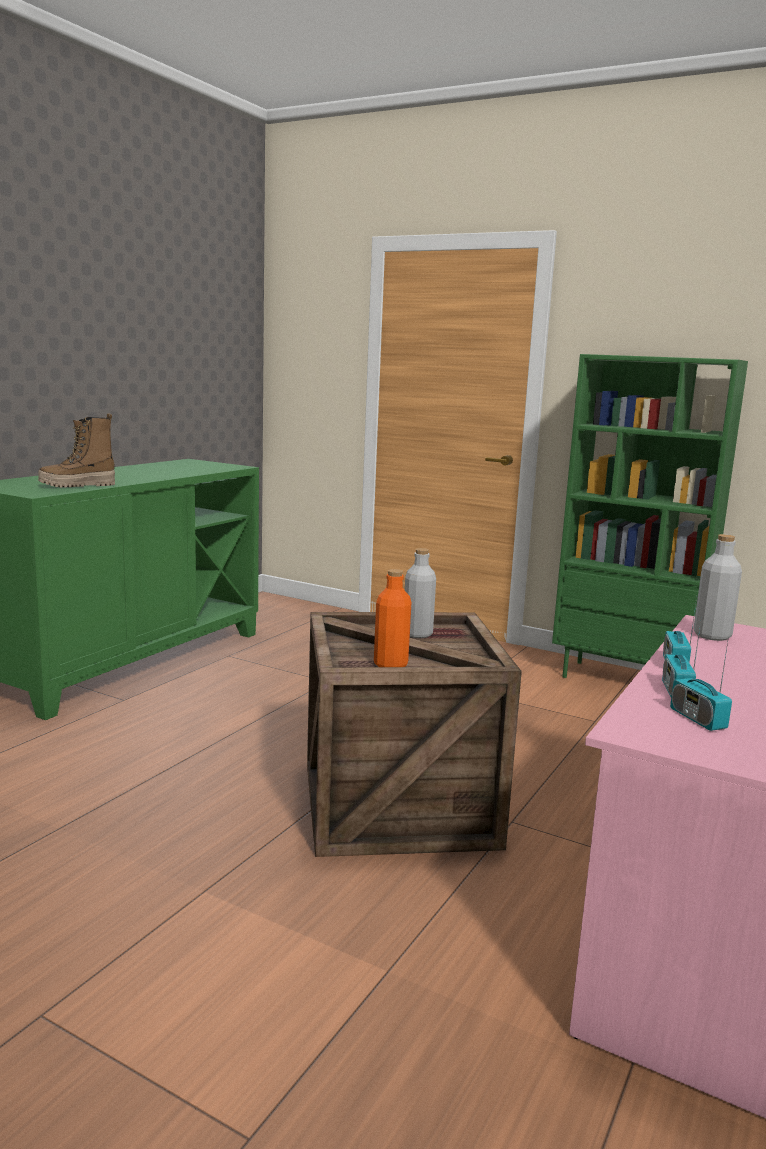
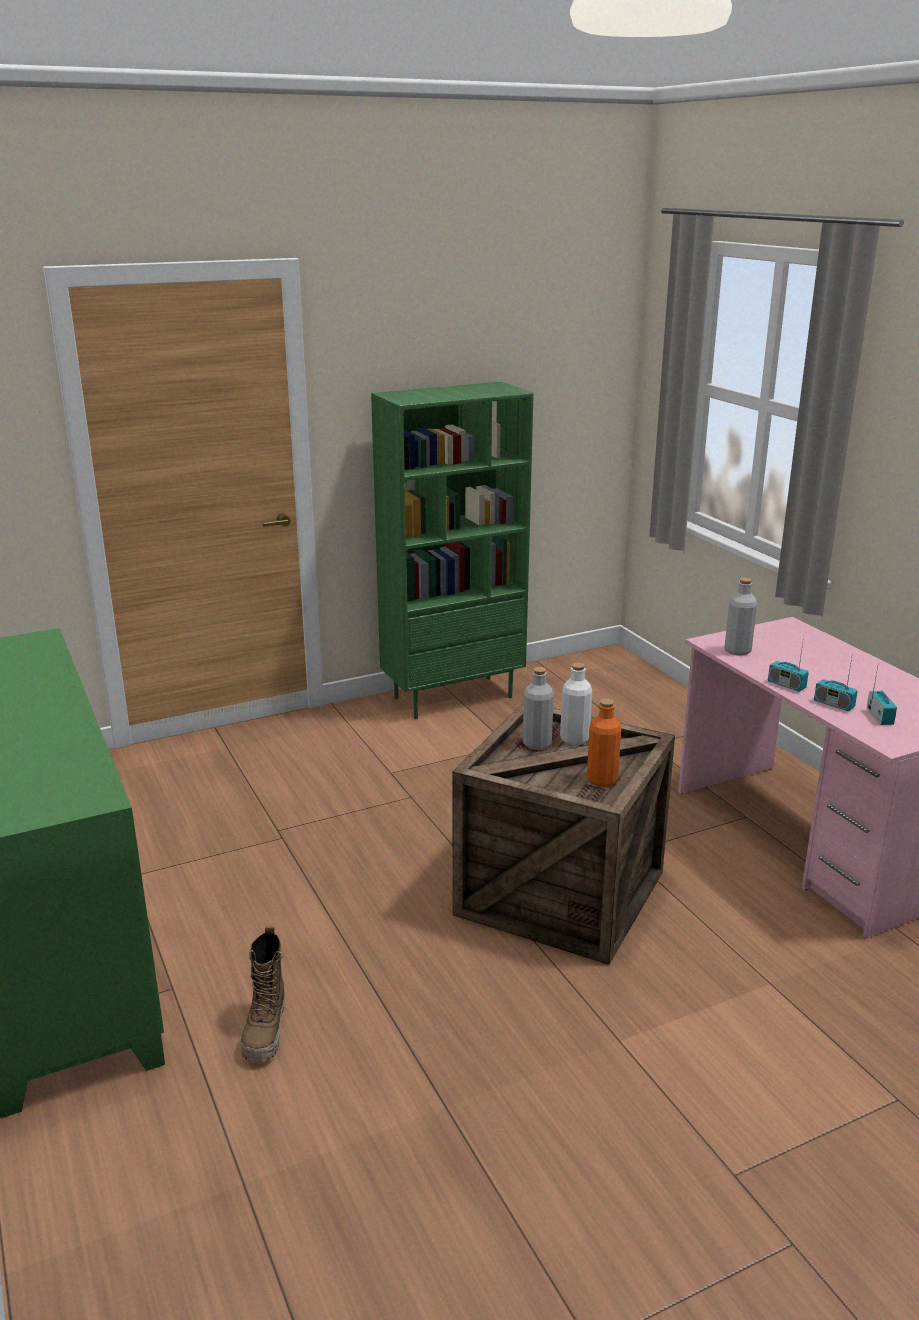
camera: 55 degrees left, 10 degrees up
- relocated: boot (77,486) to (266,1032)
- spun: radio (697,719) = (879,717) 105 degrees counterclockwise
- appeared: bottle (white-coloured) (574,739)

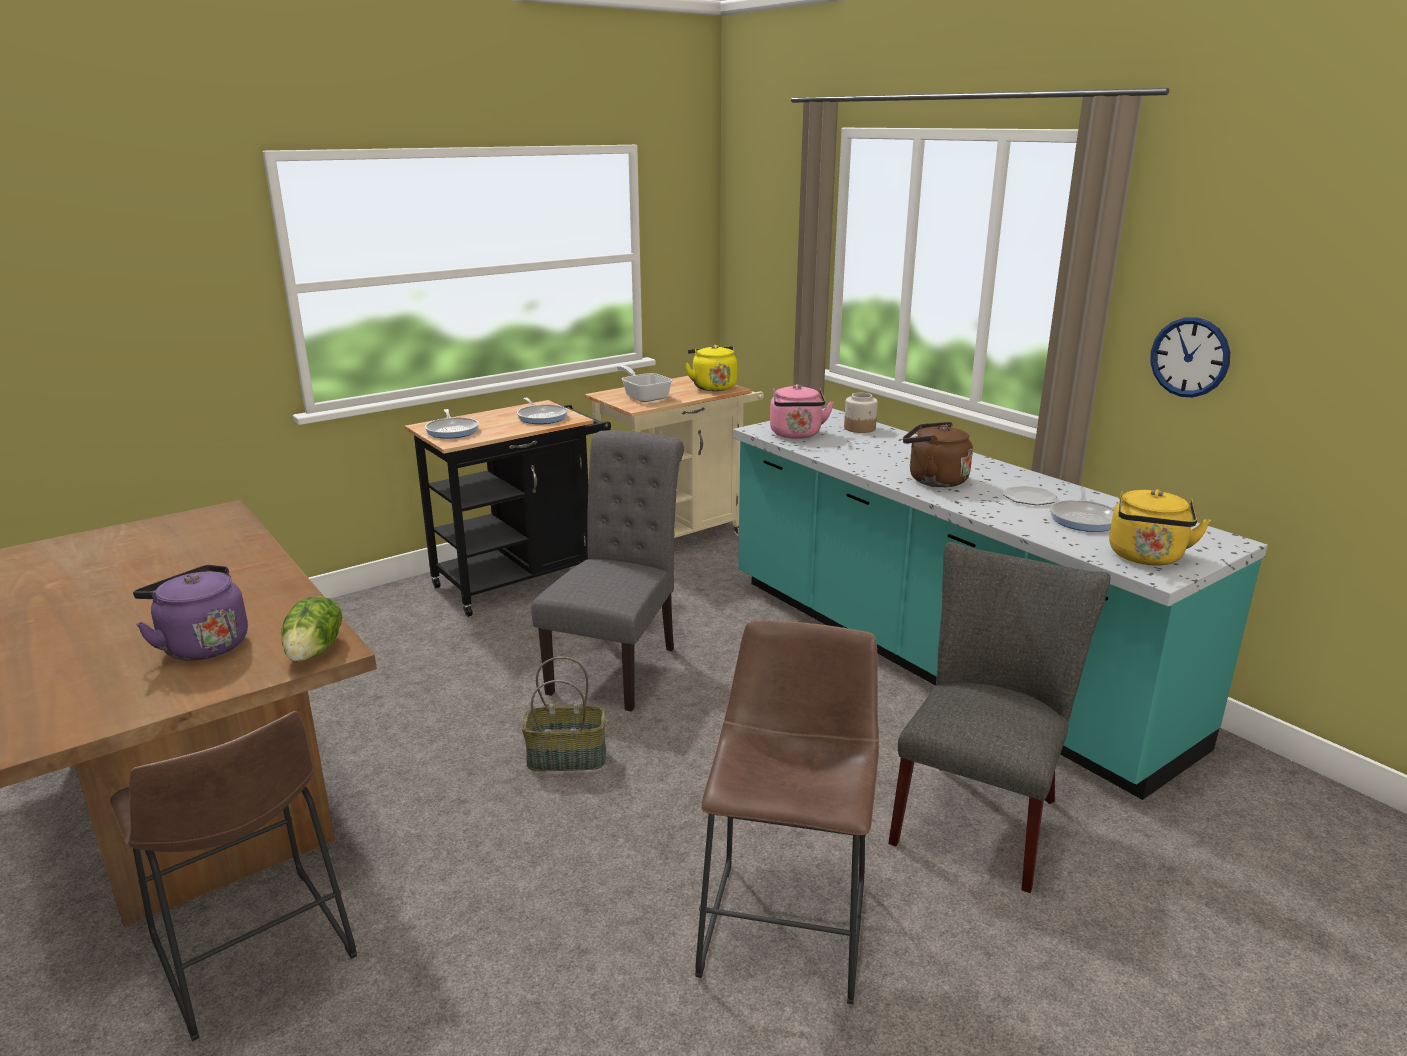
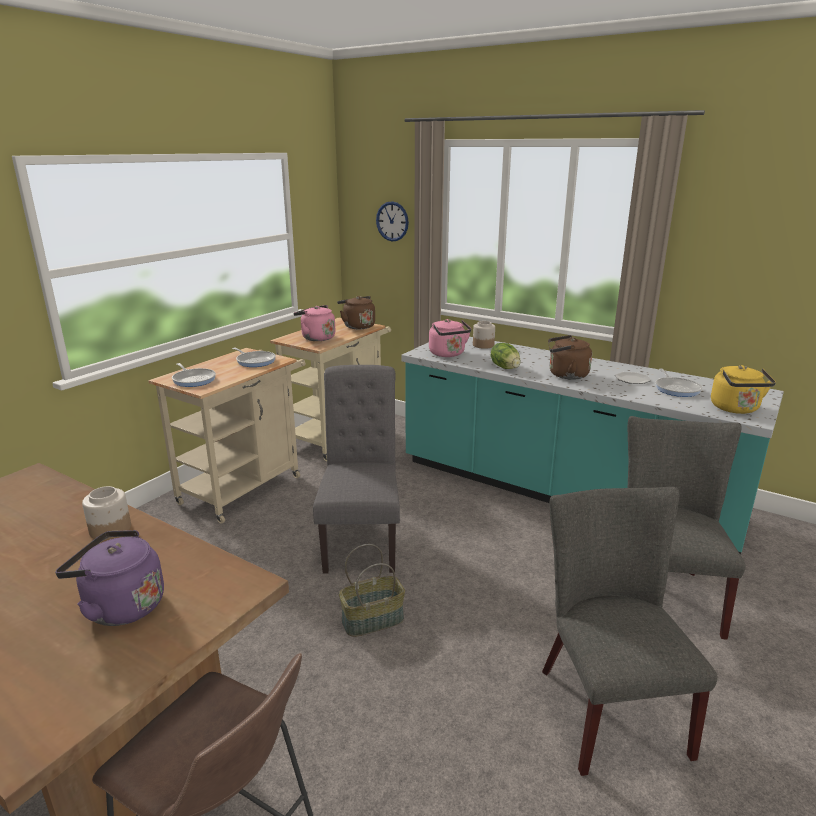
camera: 20 degrees left, 0 degrees up
- relocated: wall clock (1189,357) to (392,221)
- colour: water kettle (yellow) (712,387) to water kettle (brown) (357,326)
- exchanged: pan (644,396) to water kettle (pink-coloured) (316,338)
- colour: cart (black) (523,579) to cart (beige) (246,486)
- relocated: head of lettuce (315,651) to (505,367)
- exchanged: sitting stool (brown) (787,920) to chair (grey) (605,703)
- appeared: preserve jar (110,529)

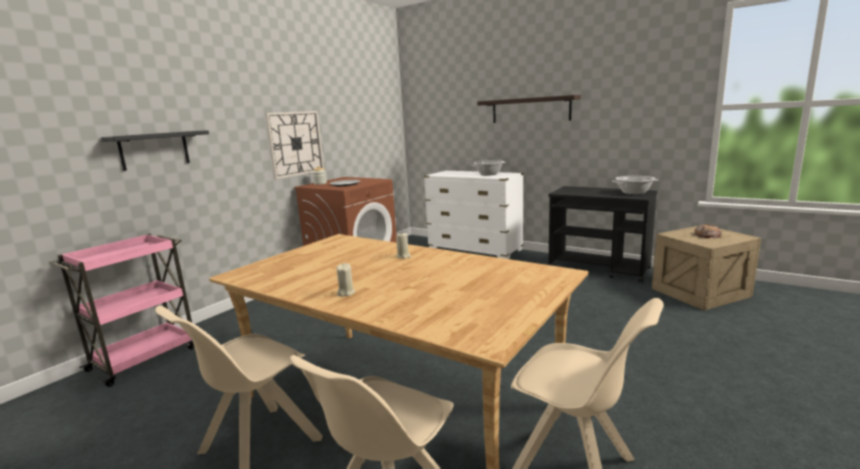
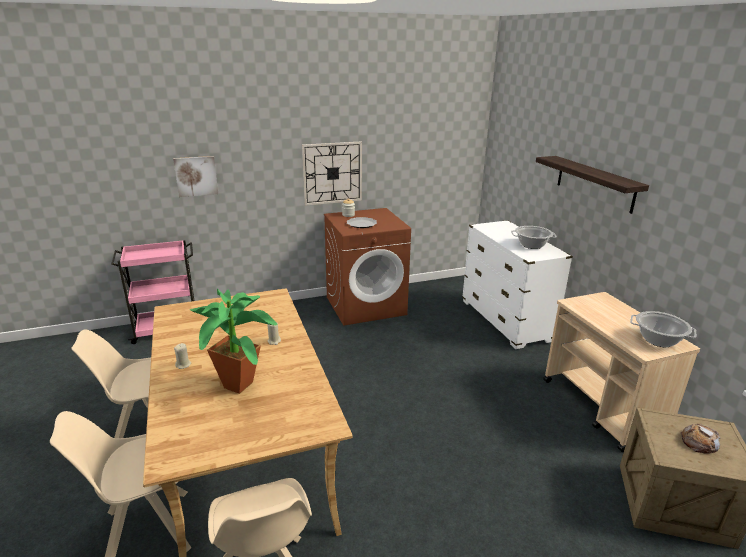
camera: 35 degrees right, 10 degrees up
- exchanged: wall shelf (black) (154,150) to wall picture (196,176)
- colour: cart (black) (599,268) to cart (beige) (602,408)
- appeared: potted plant (241,388)

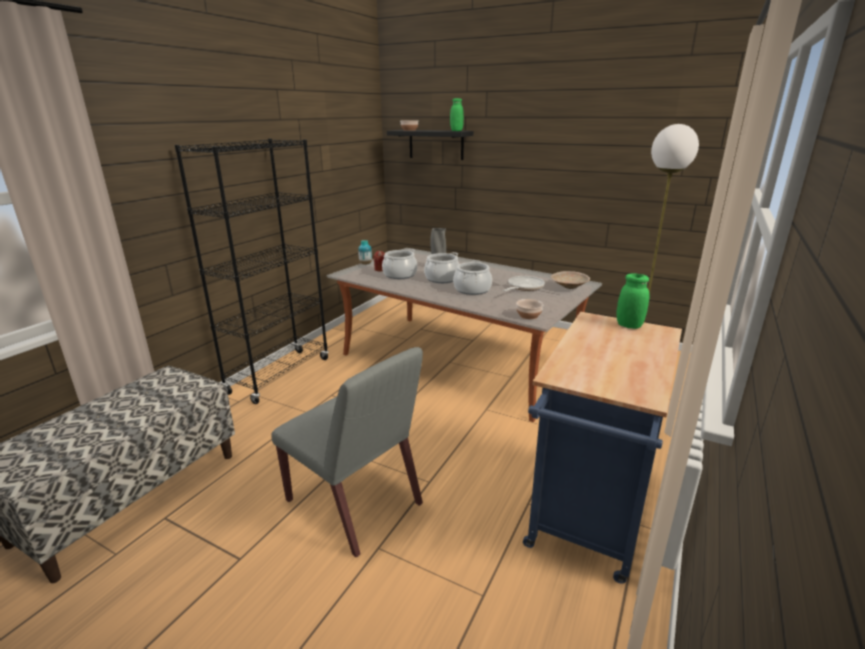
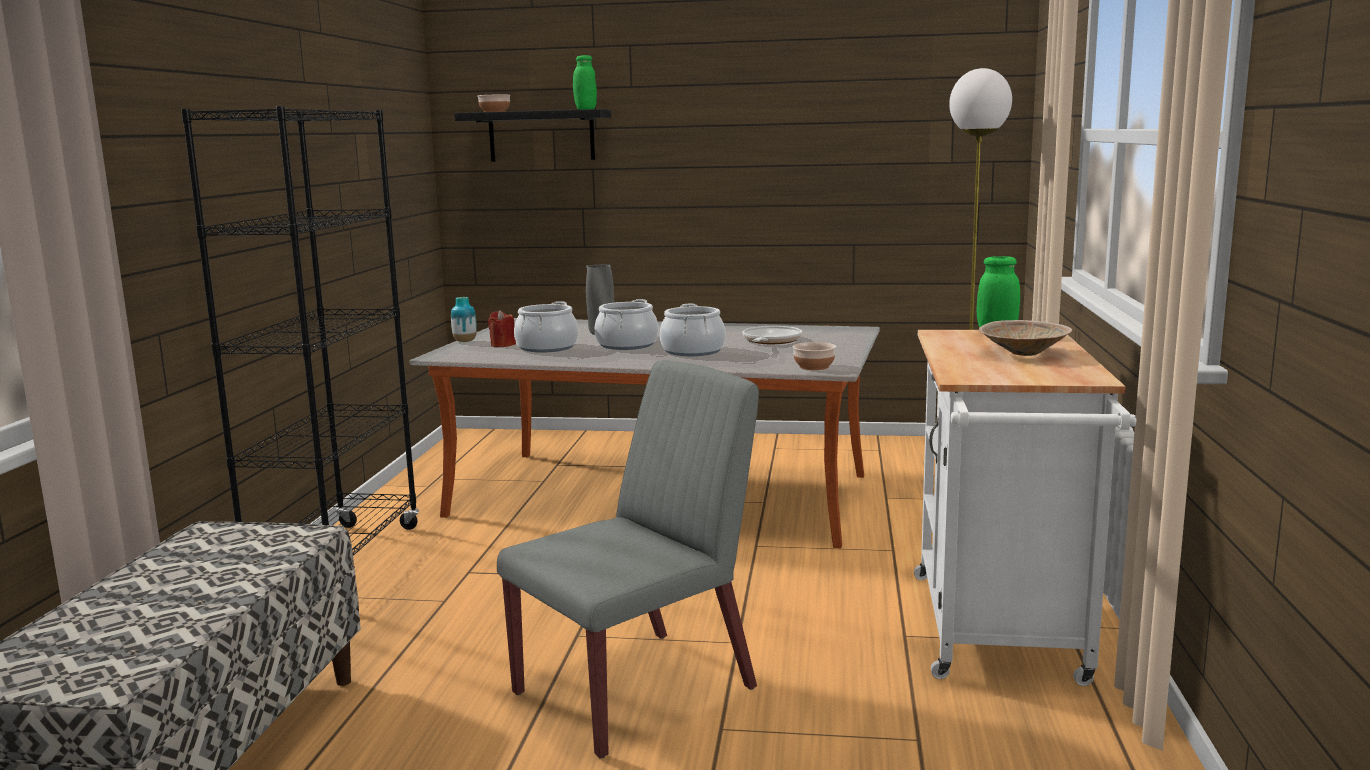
camera: 20 degrees left, 10 degrees down
- relocated: serving bowl (beige) (568,287) to (1022,354)
- colour: cart (bluish) (588,519) to cart (white-coloured) (999,635)
- spun: chair (grey) (355,503) = (637,689) 60 degrees counterclockwise

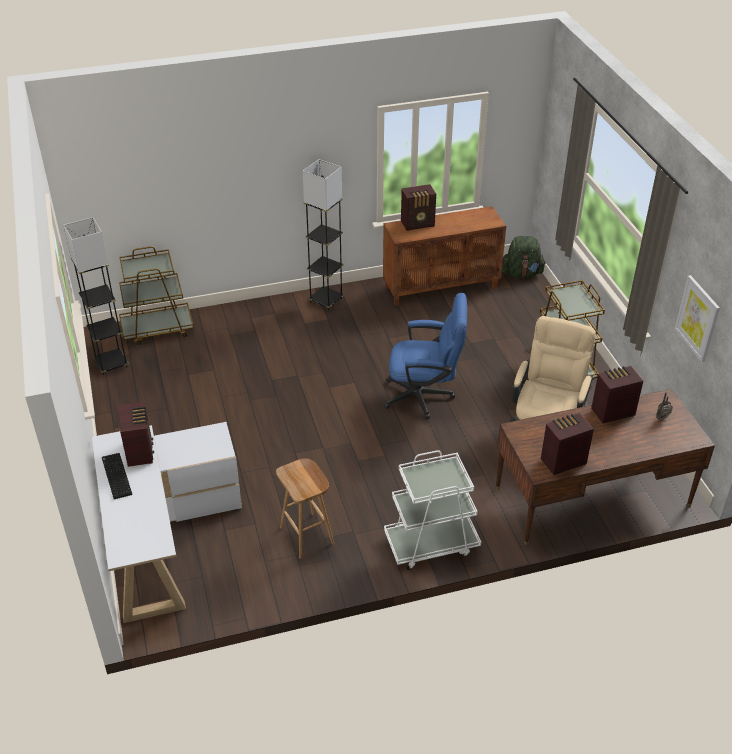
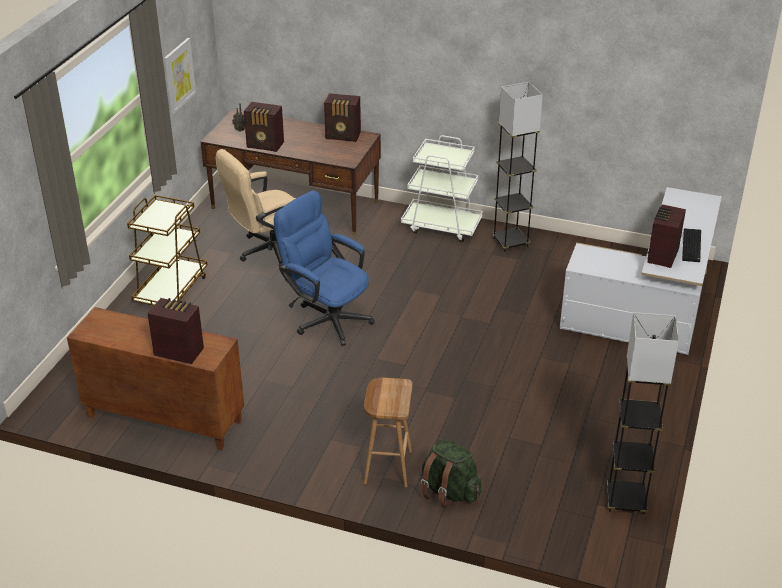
camera: 145 degrees left, 5 degrees down
- relocated: floor lamp (grey) (326,300) to (510,242)
- relocated: rucksack (green-coloured) (521,273) to (449,492)
- missing: cart (brown) (158,329)
- relocated: sitting stool (brown) (307,535) to (387,466)

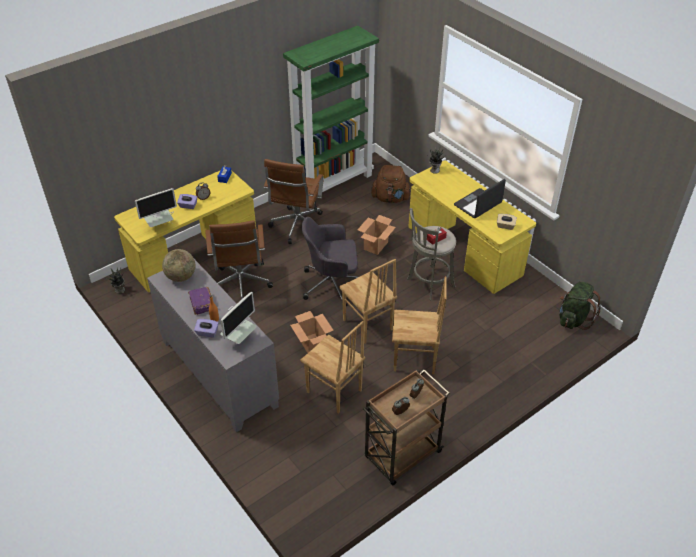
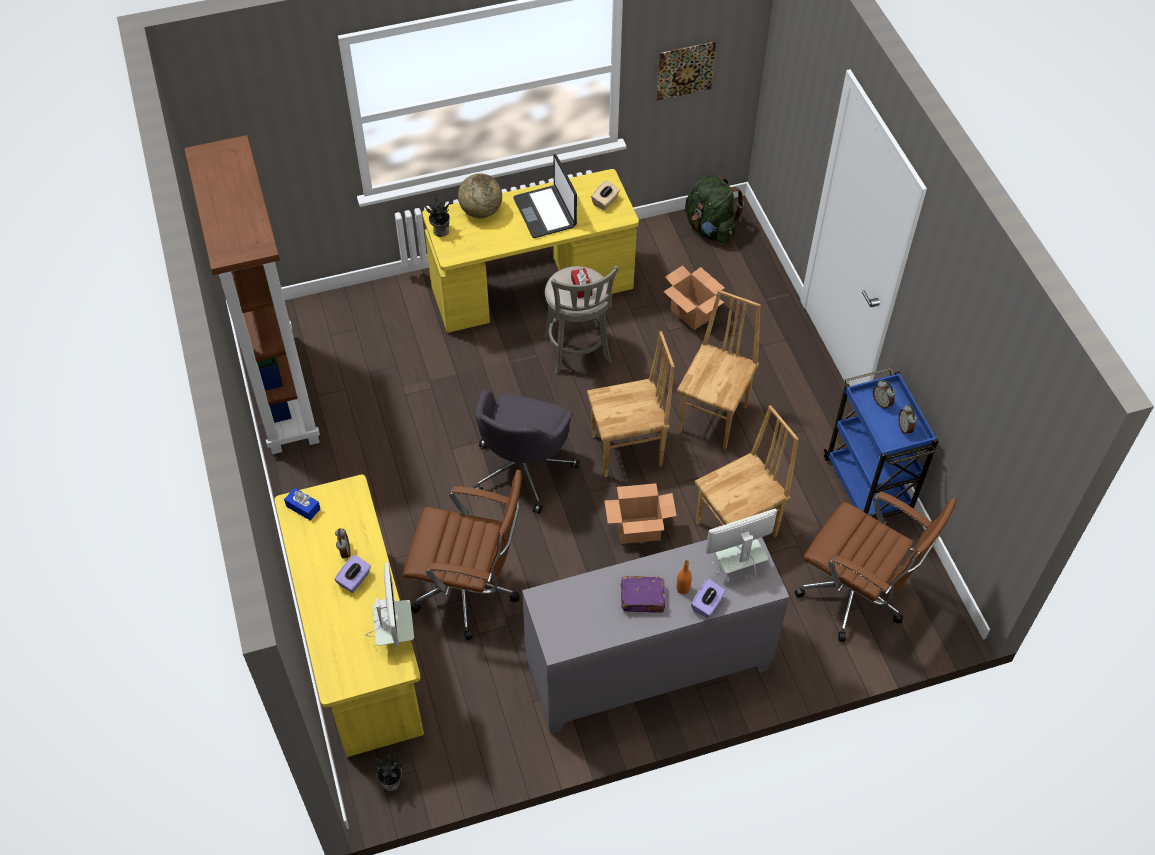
camera: 70 degrees left, 10 degrees up
- colour: bookcase (green-coloured) (333,183) to bookcase (brown) (281,393)
- relocated: office chair (brown) (297,227) to (856,597)
- missing: rucksack (brown) (390,198)
- relocated: carton (375,246) to (692,313)
- relocated: globe (181,277) to (481,211)
- spun: monitor (239,340) = (737,566) 75 degrees counterclockwise
- colour: cart (brown) (402,456) to cart (bluish) (868,487)
- appeared: wall picture (685,70)

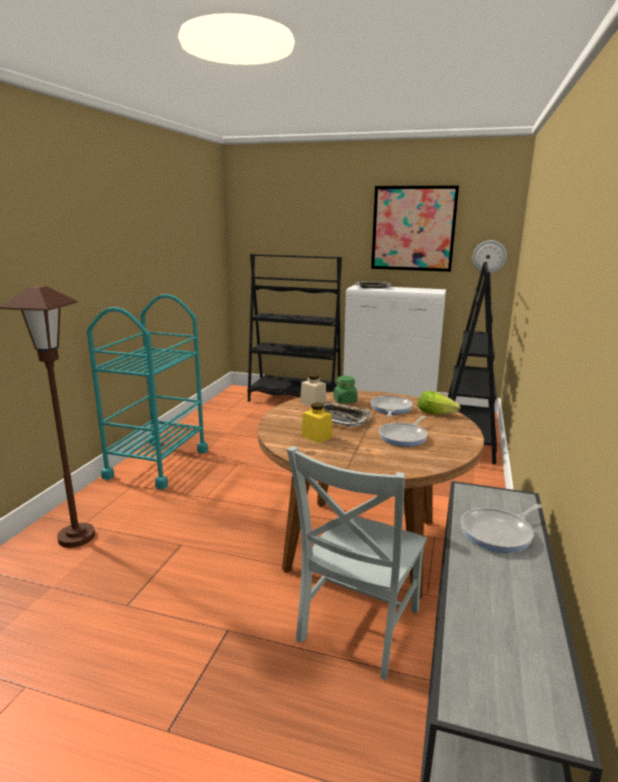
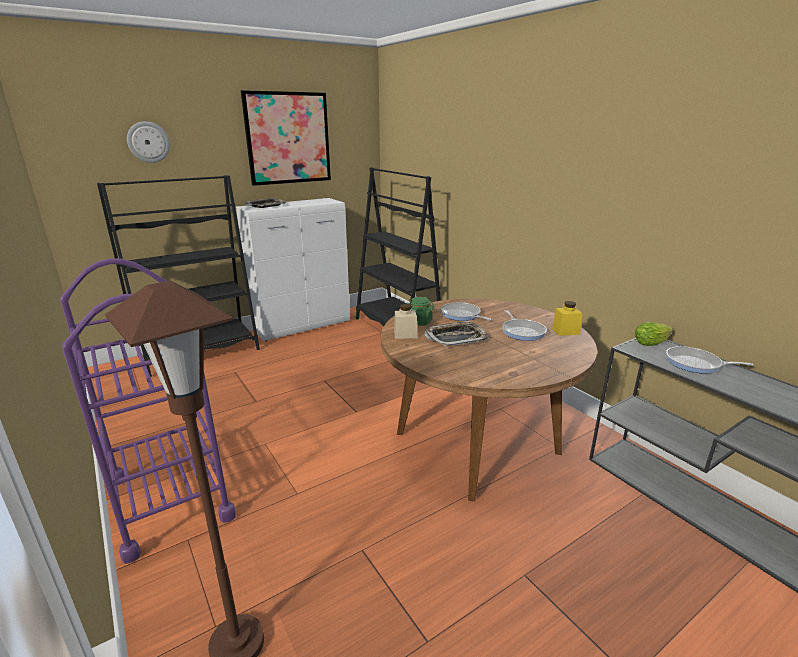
camera: 50 degrees left, 5 degrees up
- relocated: wall clock (489,256) to (148,142)
- colour: cart (turquoise-coloured) (157,463) to cart (purplish) (170,498)
- relocated: head of lettuce (438,413) to (653,342)
- relocated: preserve jar (yellow) (316,437) to (565,331)
- missing: chair (grey) (357,628)
- spun: pan (499,533) = (696,364) 105 degrees clockwise

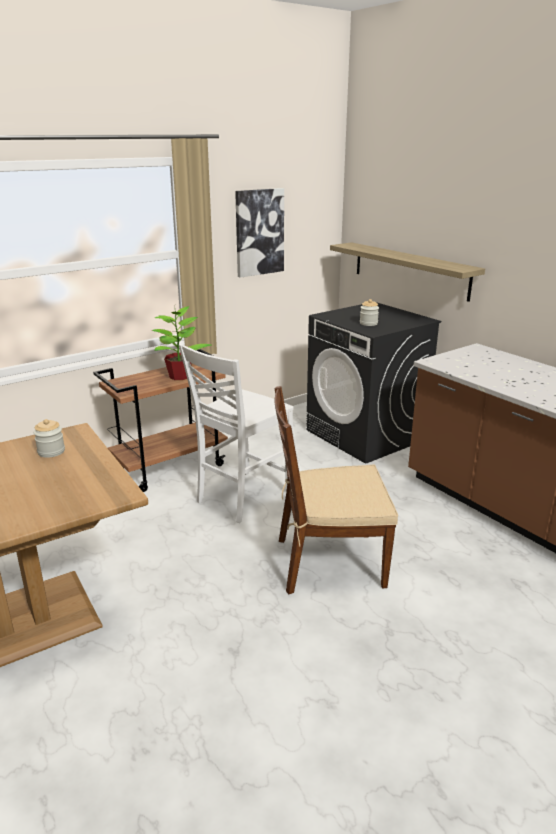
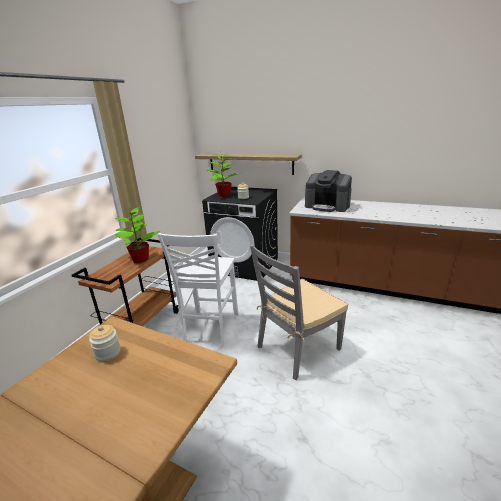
camera: 30 degrees left, 0 degrees up
- missing: wall picture (259,232)
- colour: chair (brown) (328,562) to chair (grey) (298,348)
- appeared: potted plant (223,195)
- appeared: coffee machine (327,206)

